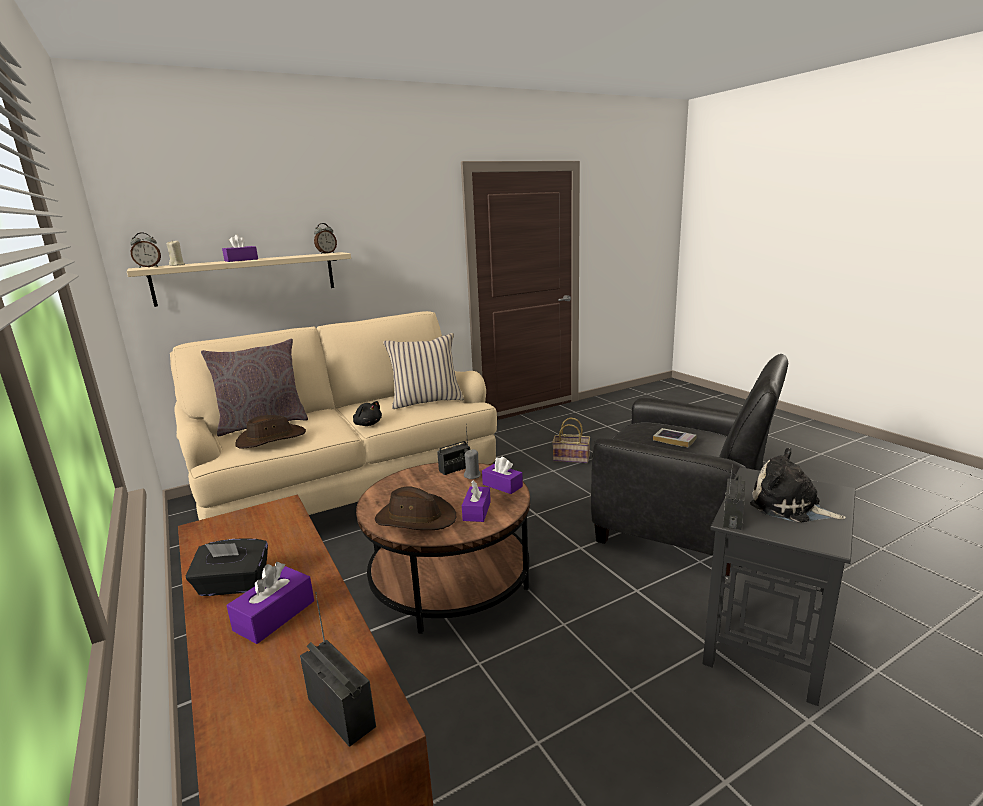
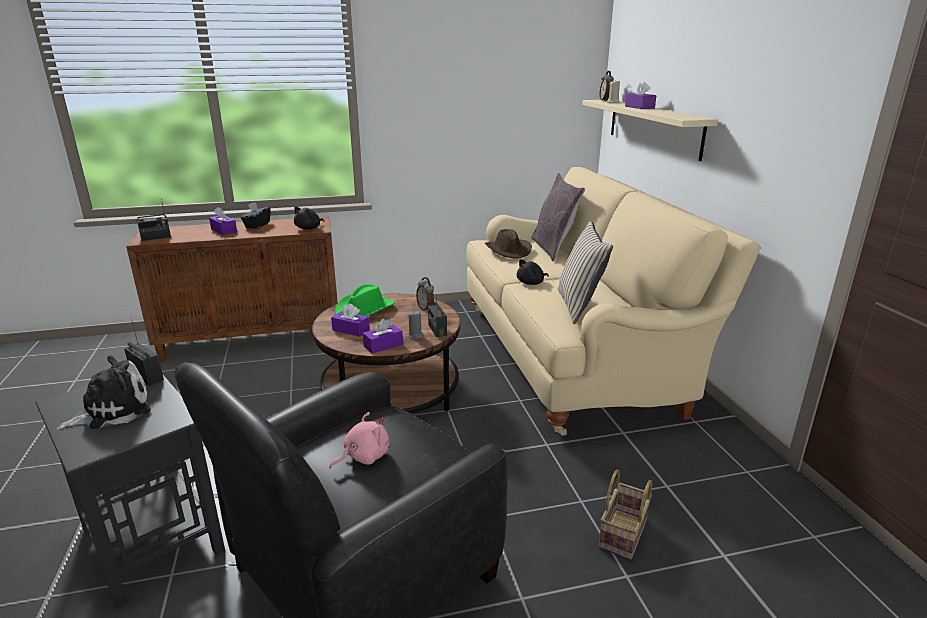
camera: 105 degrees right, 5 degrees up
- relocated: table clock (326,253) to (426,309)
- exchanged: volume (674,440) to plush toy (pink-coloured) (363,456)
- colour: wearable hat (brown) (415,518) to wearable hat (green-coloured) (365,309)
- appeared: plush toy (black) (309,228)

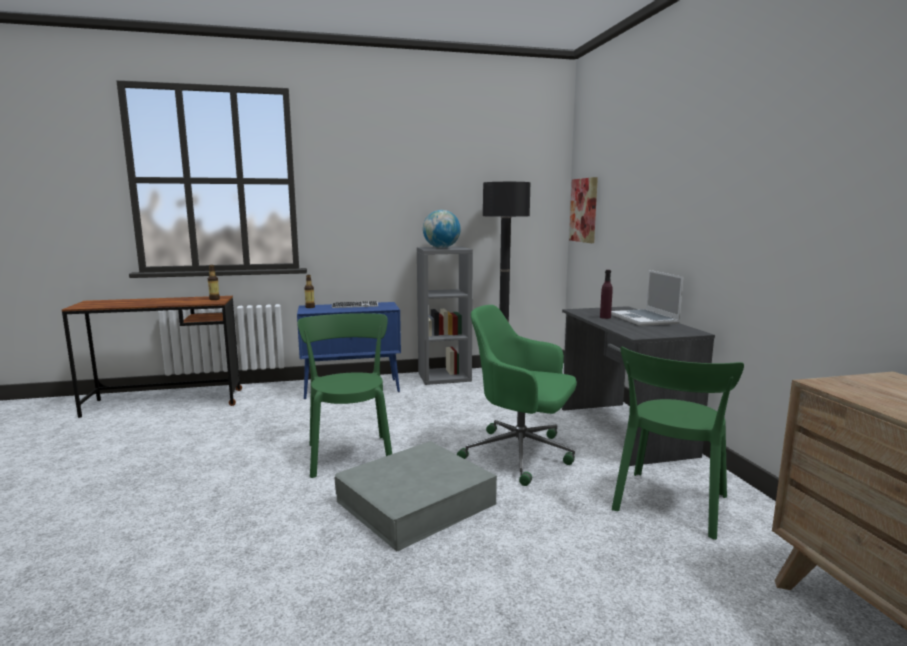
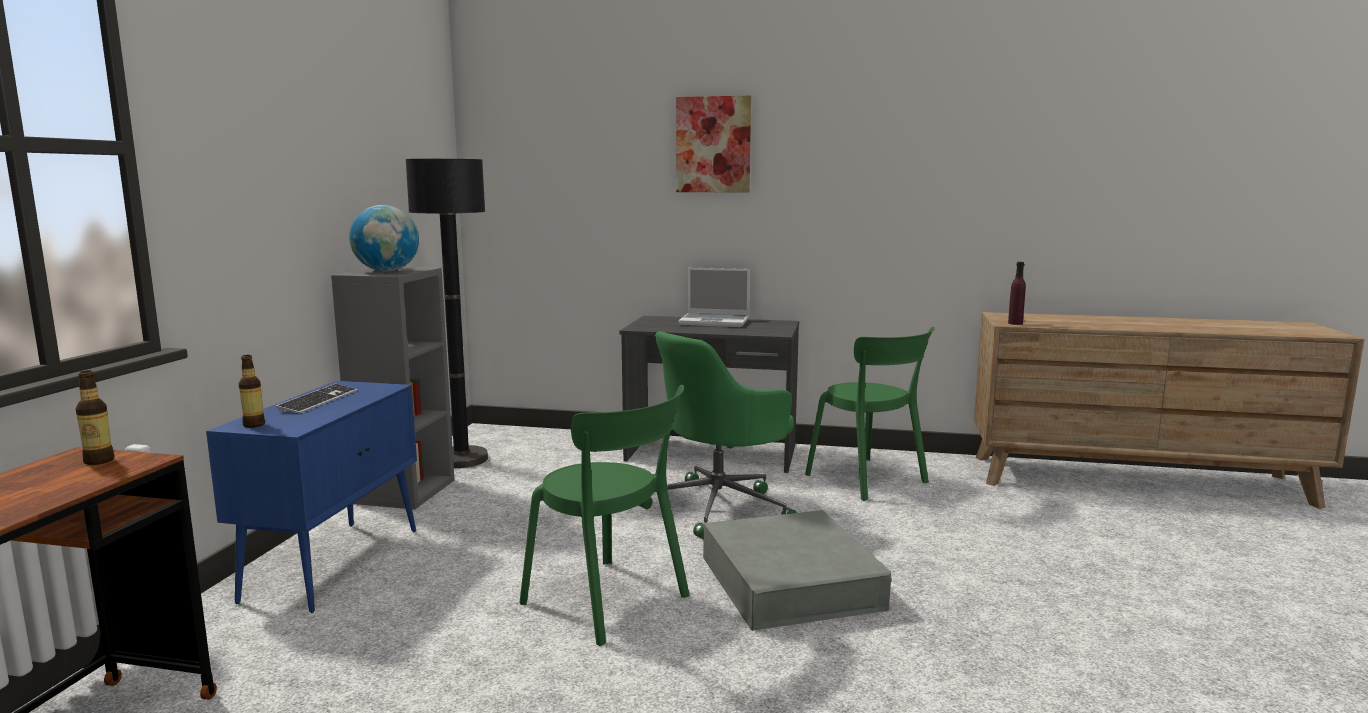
camera: 65 degrees left, 0 degrees up
- relocated: wall picture (584,210) to (713,145)
- relocated: bottle (purplish) (605,317) to (1015,323)
- spun: chair (green-coloured) (350,453) = (610,602) 150 degrees counterclockwise

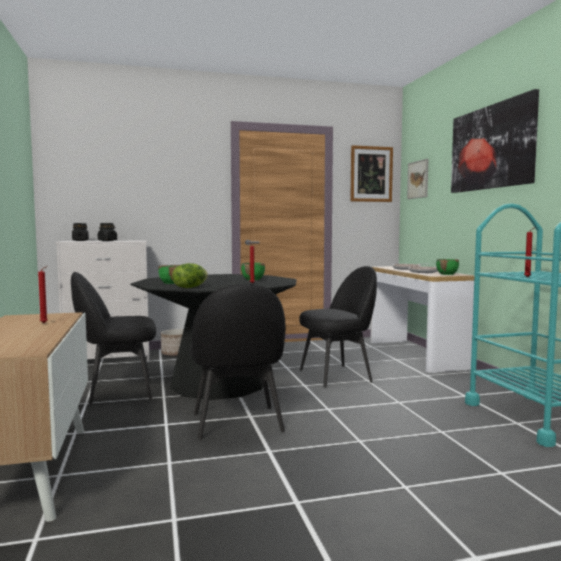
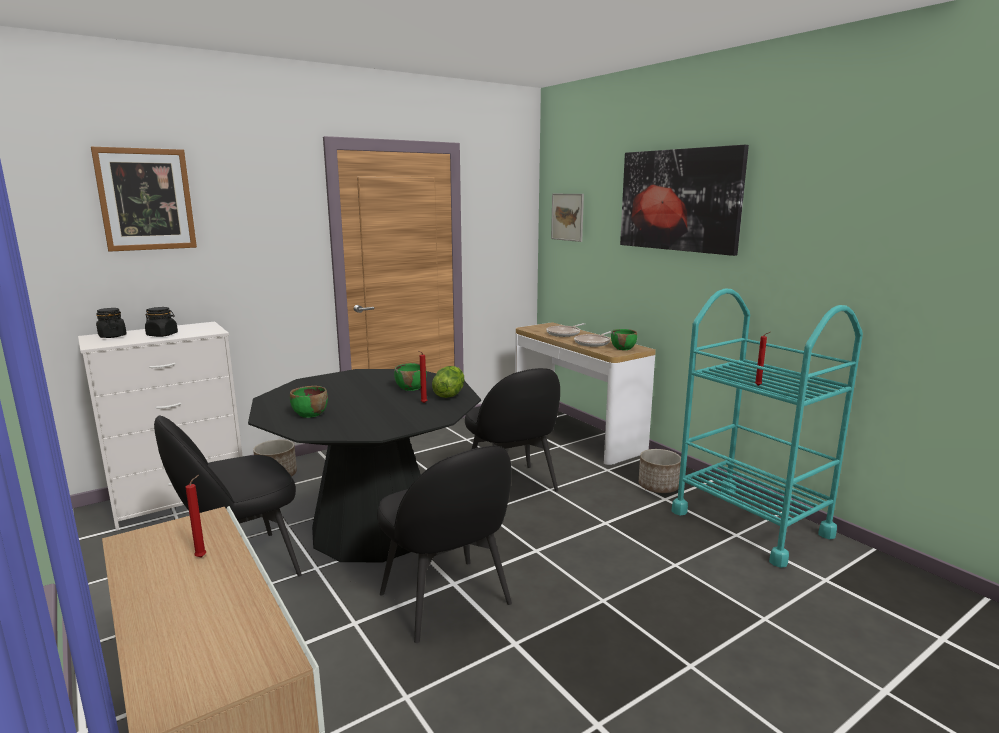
camera: 20 degrees left, 10 degrees up
- relocated: wall picture (371,174) to (146,199)
- relocated: head of lettuce (190,287) to (449,394)
- spun: chair (black) (337,375) = (511,486) 105 degrees clockwise
- appeared: plant pot (659,487)

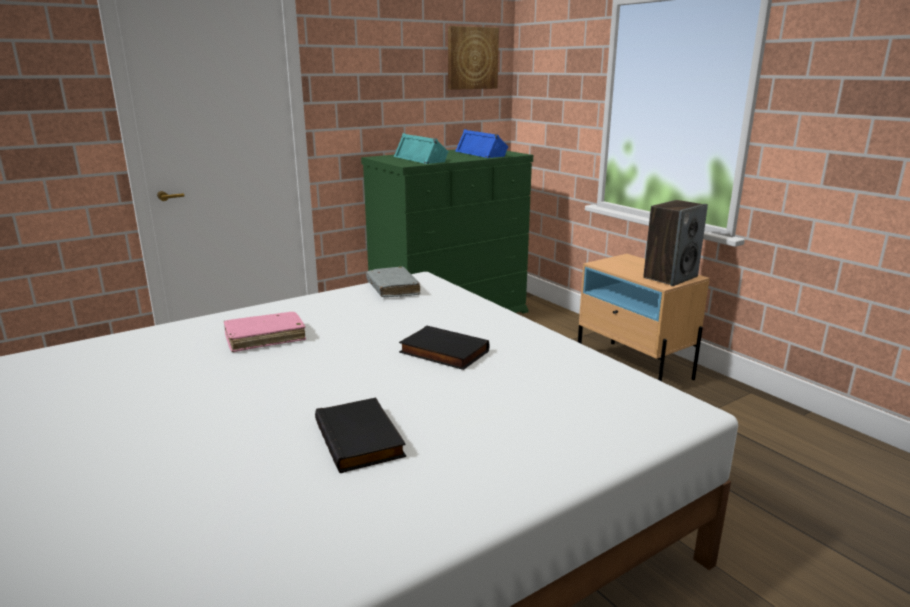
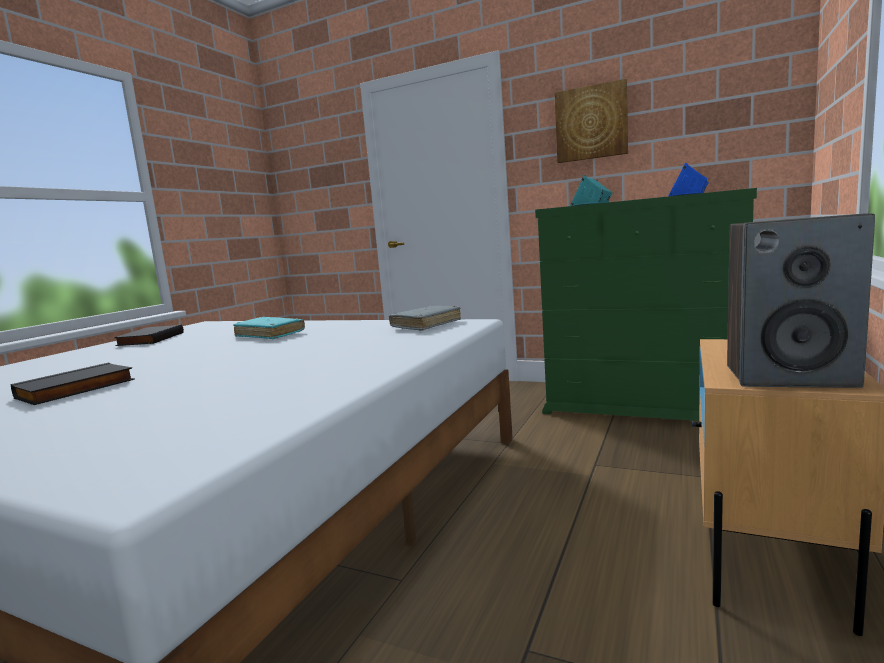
camera: 60 degrees right, 10 degrees down
- relocated: wall picture (472,58) to (591,123)
- colour: volume (pink-coloured) (265,338) to volume (turquoise-coloured) (270,334)
- relocated: volume (black) (442,352) to (150,339)

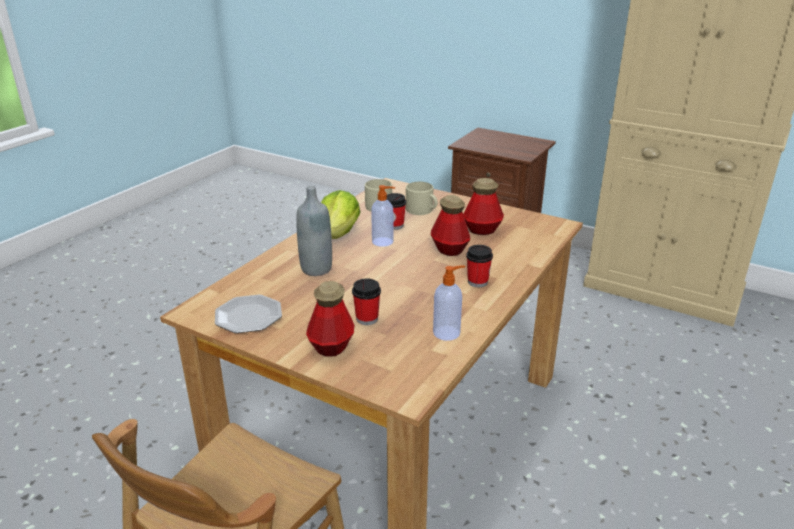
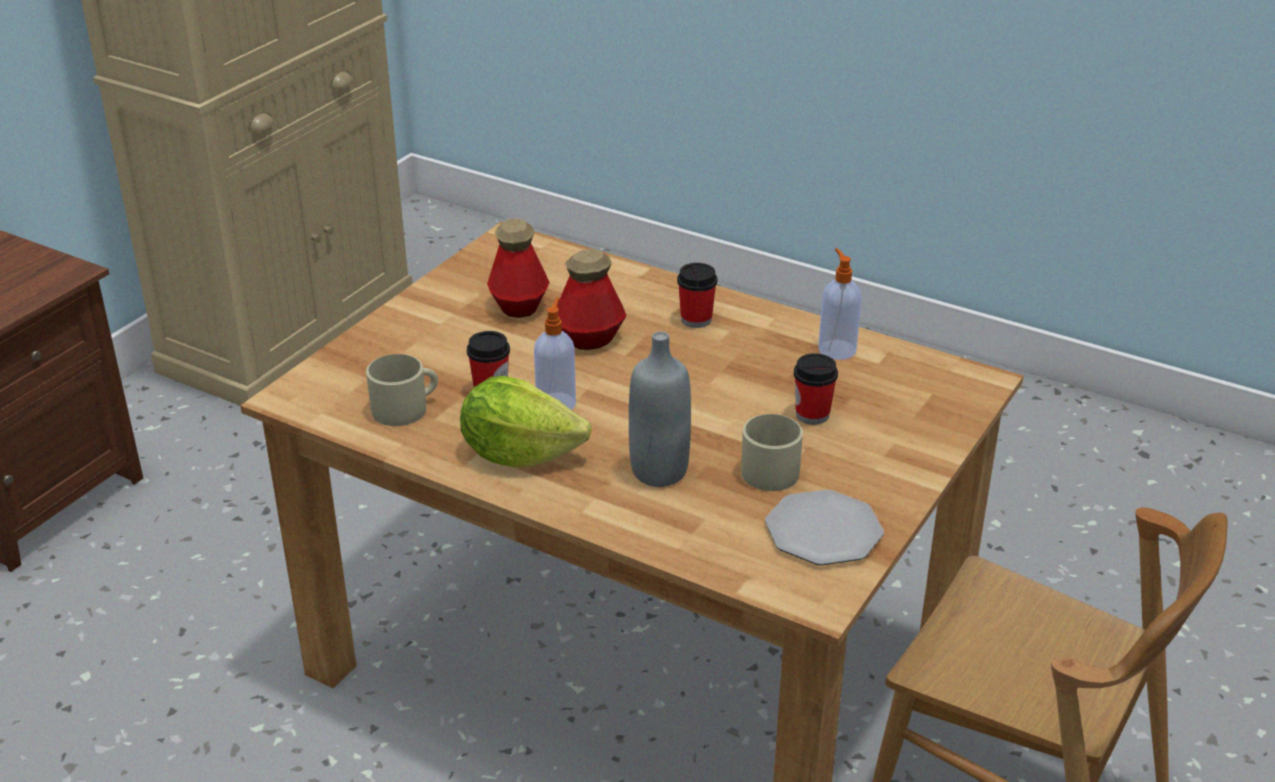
camera: 90 degrees left, 5 degrees up
- relocated: tea mug (beige) (422,210) to (774,469)
- missing: bottle (331,346)

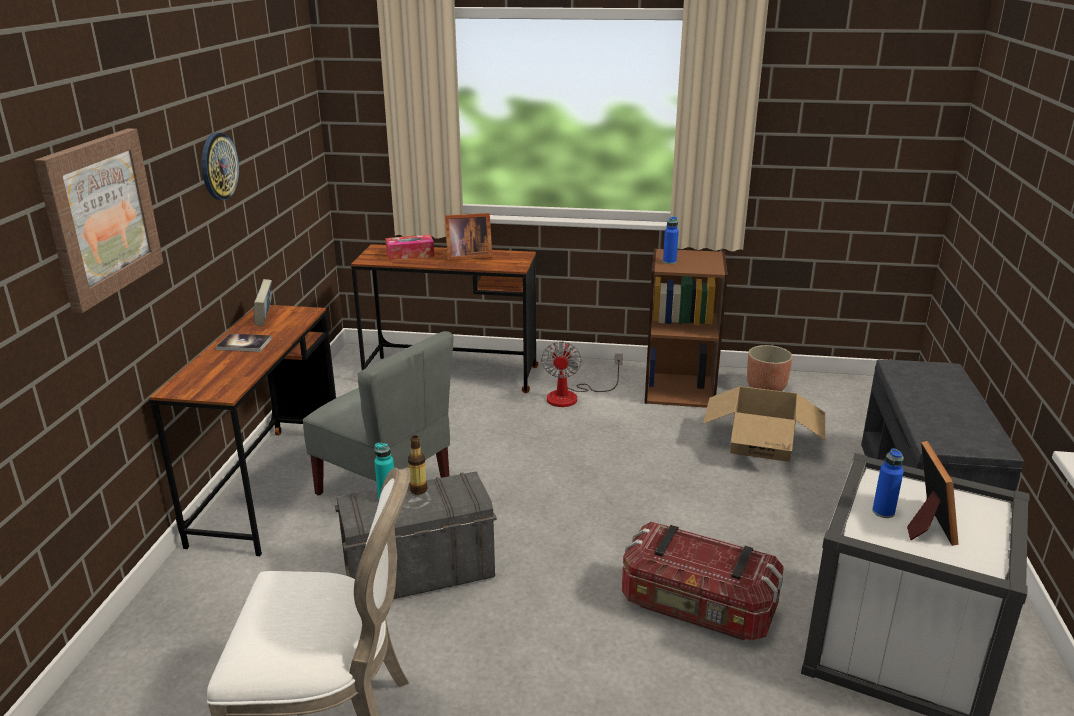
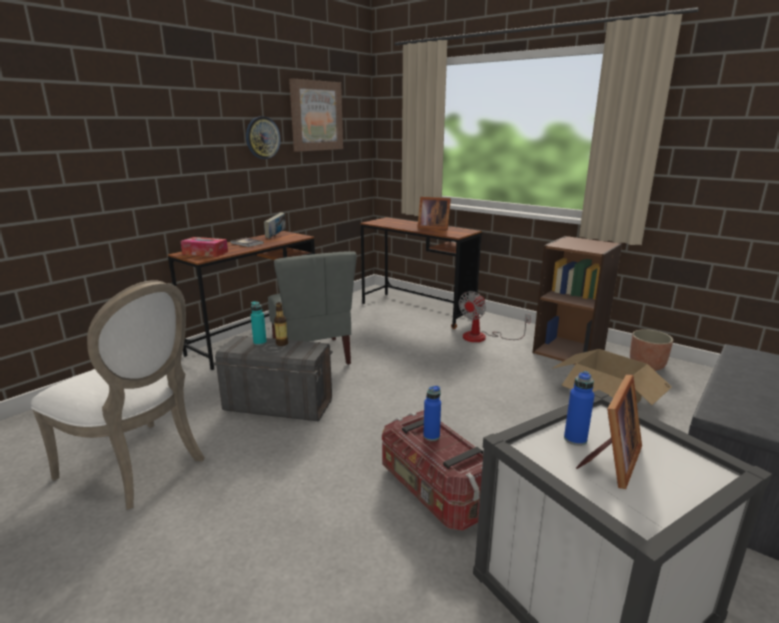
camera: 30 degrees right, 5 degrees down
- relocated: wall picture (100,216) to (316,116)
- relocated: bottle (bluish) (669,262) to (431,436)
- relocated: tissue holder (410,254) to (205,253)

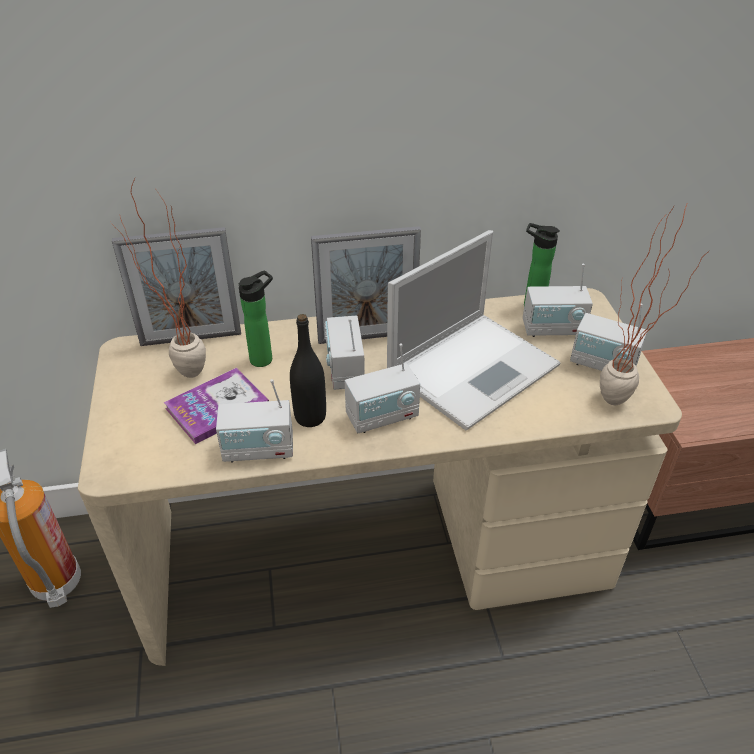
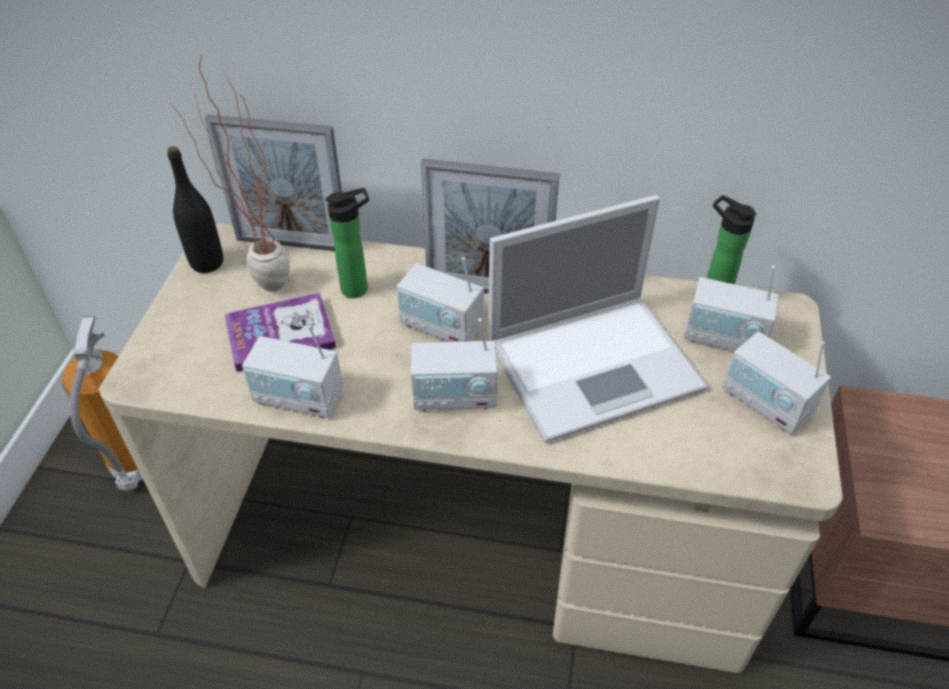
camera: 20 degrees right, 5 degrees up
- missing: potted plant (620,407)
- relocated: bottle (black) (310,417) to (207,263)
- spun: radio (345,370) = (441,326) 75 degrees counterclockwise

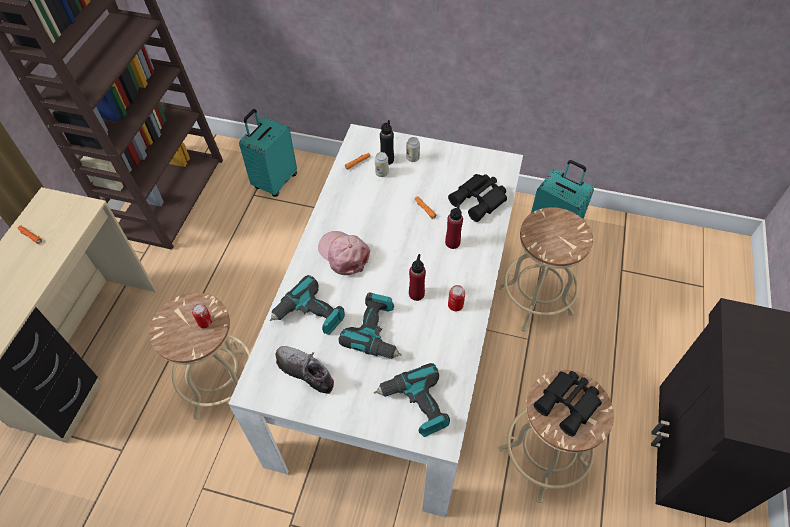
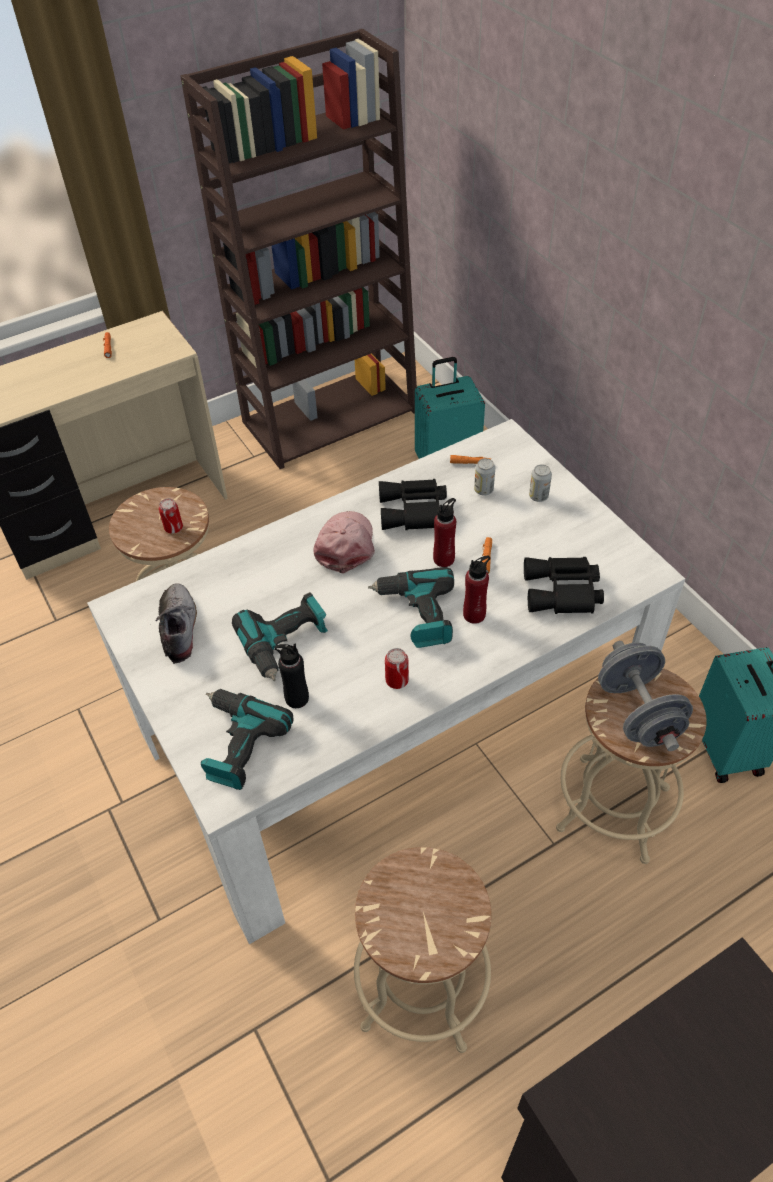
camera: 45 degrees right, 5 degrees down
- relocated: bottle (black) (387,160) to (296,698)
- relocated: bottle (red) (416,294) to (444,559)
- relocated: power drill (310,315) to (417,614)
- relocated: pair of binoculars (black) (569,404) to (415,512)
- appeared: free weight (grey) (638,712)

